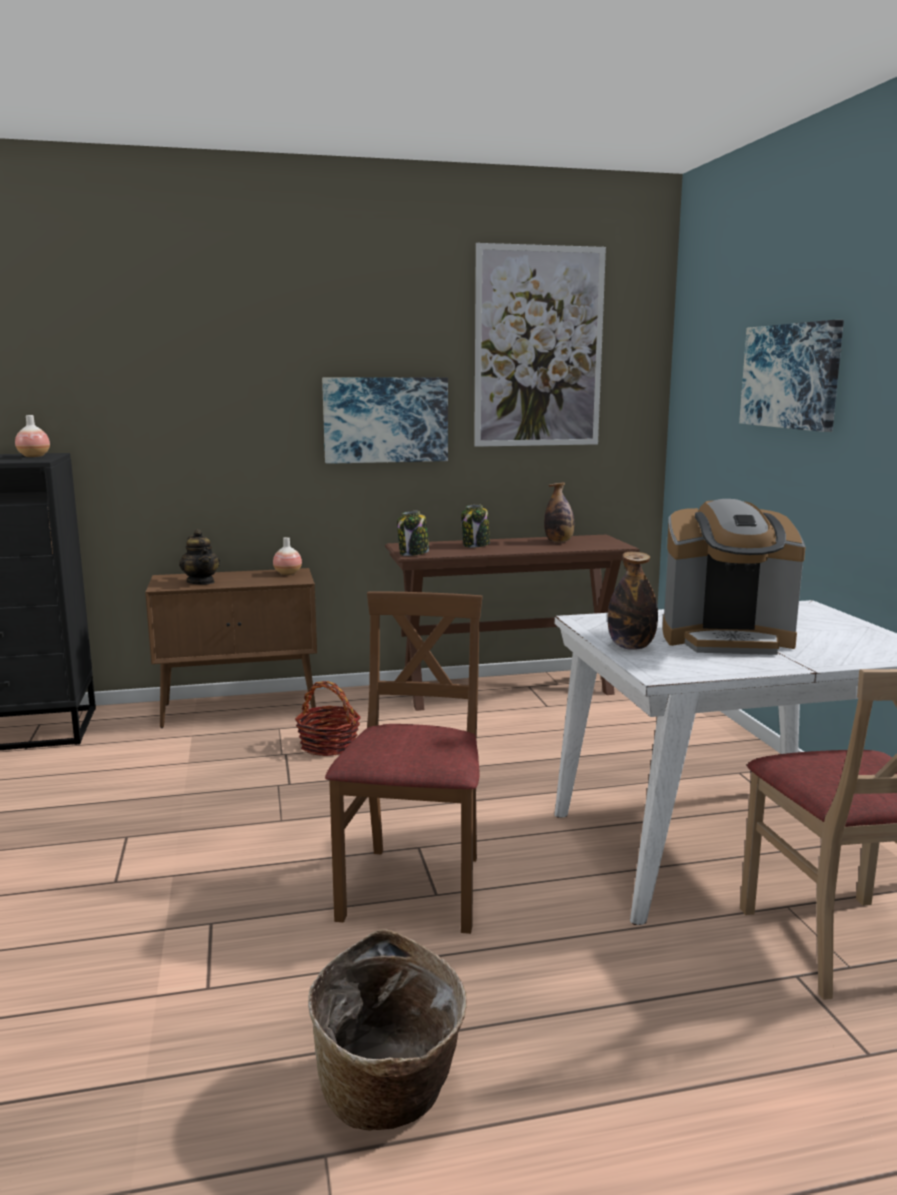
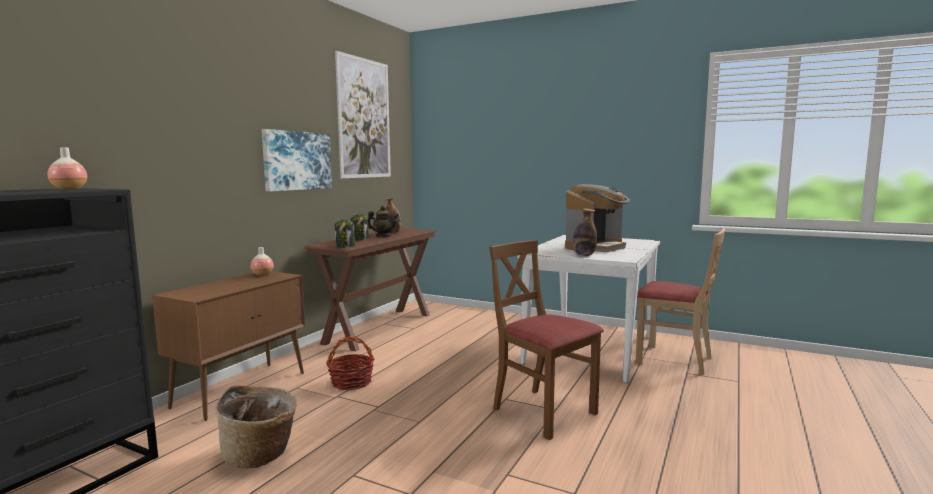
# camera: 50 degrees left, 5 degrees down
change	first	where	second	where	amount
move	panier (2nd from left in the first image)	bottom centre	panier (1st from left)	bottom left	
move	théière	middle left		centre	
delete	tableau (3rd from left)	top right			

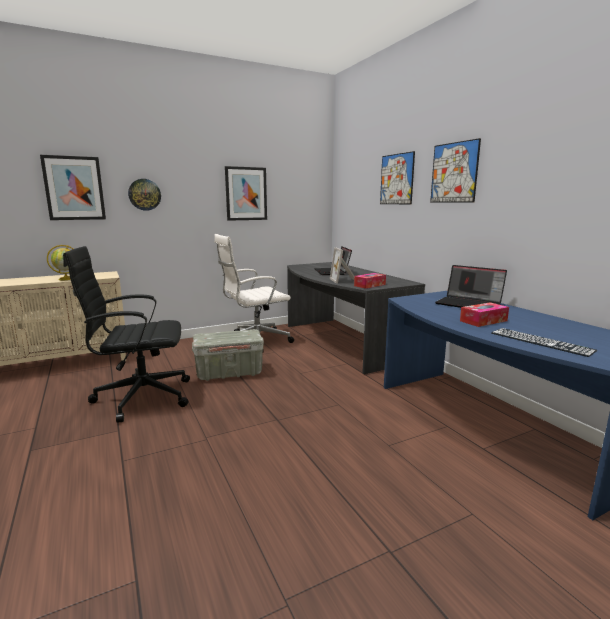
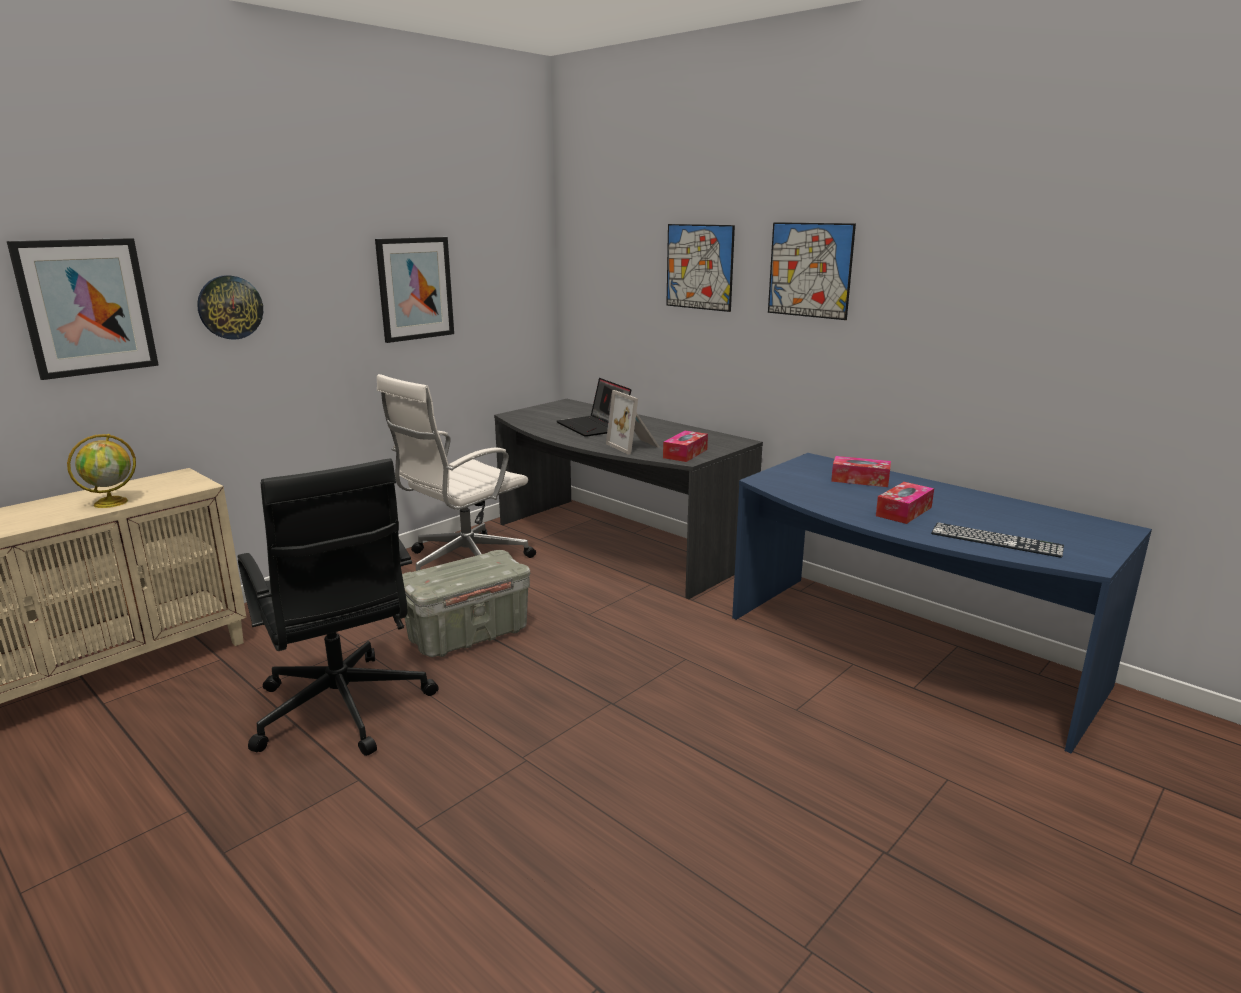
# camera: 20 degrees left, 5 degrees up
change	first	where	second	where	amount
rotate	chaise de bureau/noir	middle left		middle left	90 degrees counterclockwise
replace	ordinateur portable (2nd from left)	middle right	boîte à mouchoirs (2nd from left)	middle right	

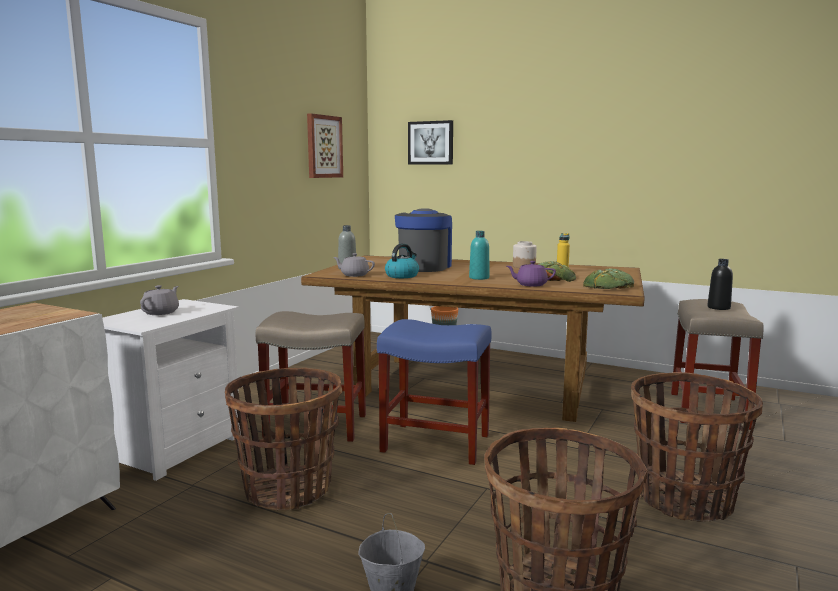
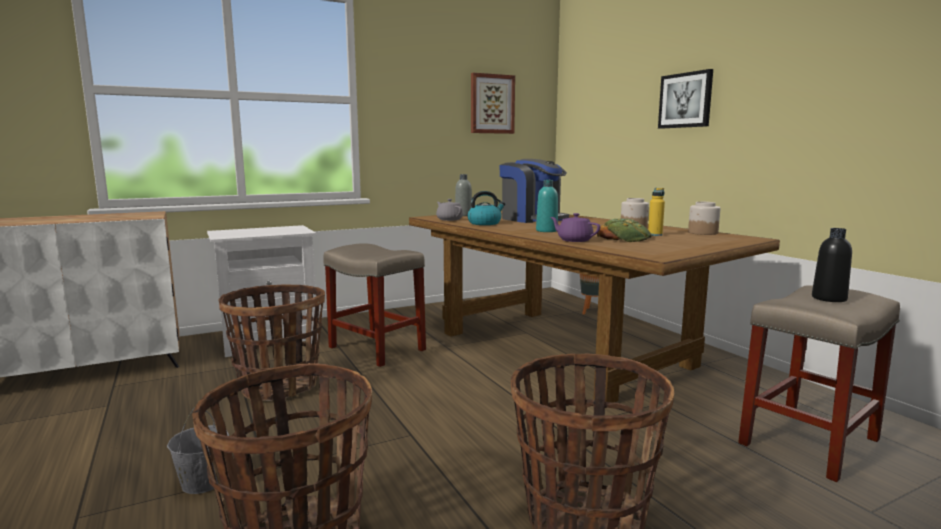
# camera: 35 degrees right, 0 degrees up
change	first	where	second	where	amount
rotate	machine à café	centre		centre	90 degrees clockwise
move	tableau (2nd from left)	top centre		top right	
insert			bocal (2nd from left)	middle right	
delete	théière/gris (1st from left)	middle left			
delete	tabouret/bleu	centre			
delete	pain (2nd from left)	middle right			

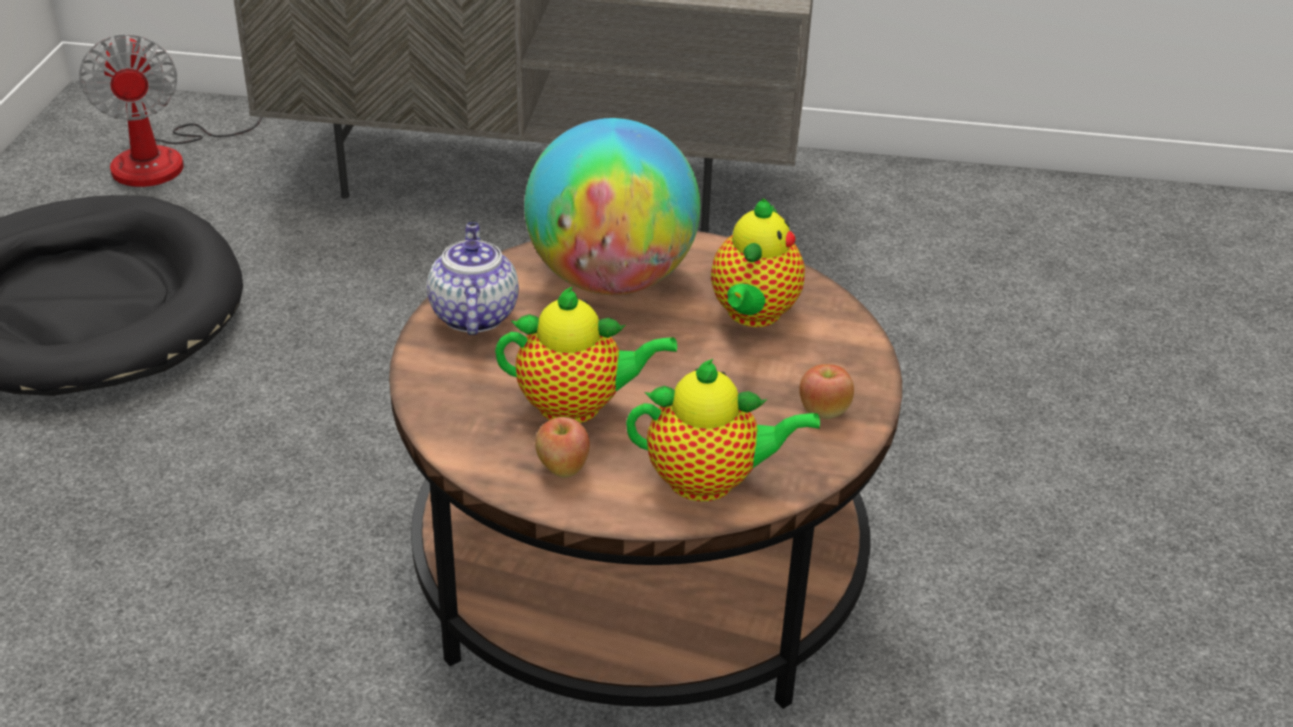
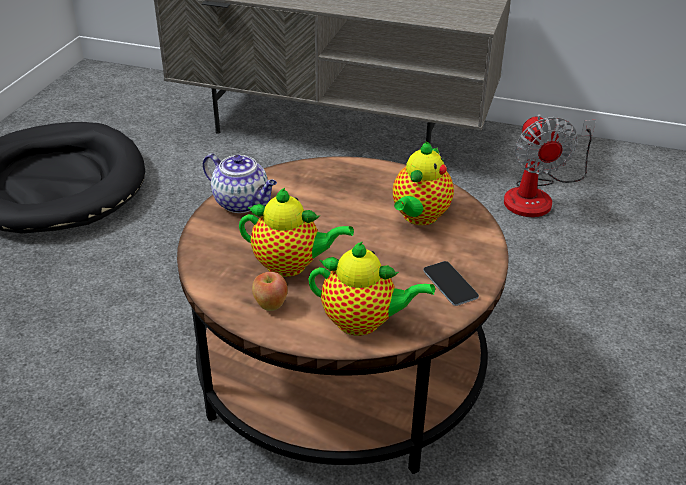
# camera: 10 degrees right, 0 degrees up
change	first	where	second	where	amount
rotate	théière (1st from left)	centre		centre	120 degrees clockwise
replace	pomme (2nd from left)	centre	téléphone	centre	
move	ventilateur	top left		middle right	
delete	globe	top centre			

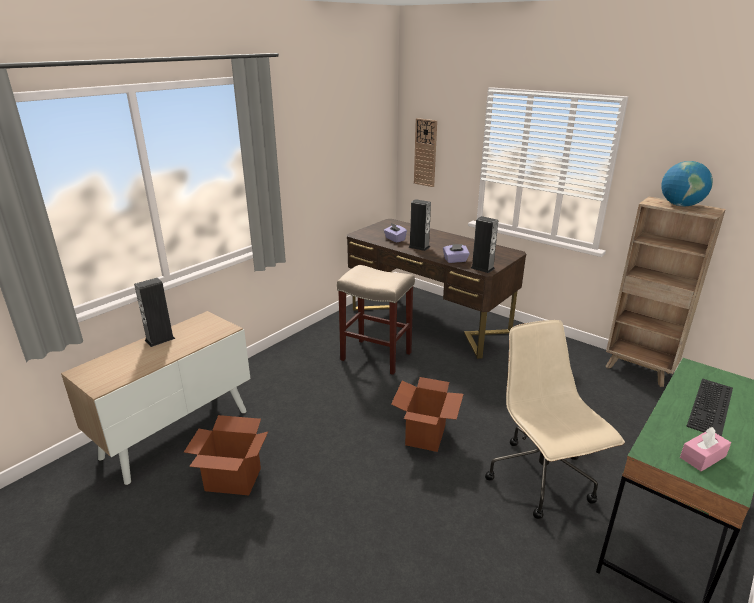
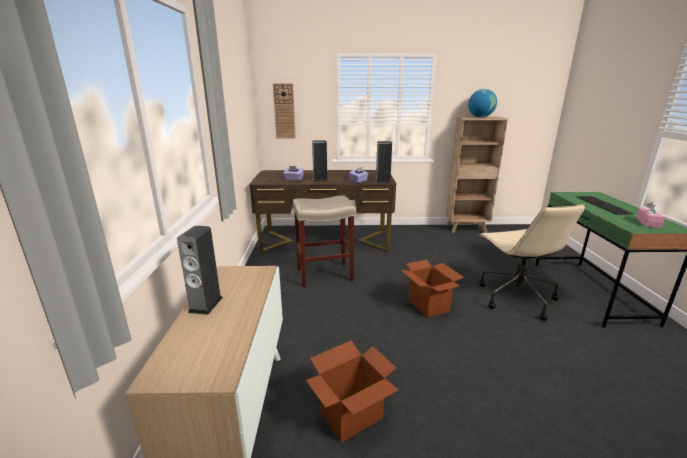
# camera: 40 degrees left, 5 degrees down
change	first	where	second	where	amount
rotate	chaise de bureau/beige	bottom right		middle right	135 degrees counterclockwise

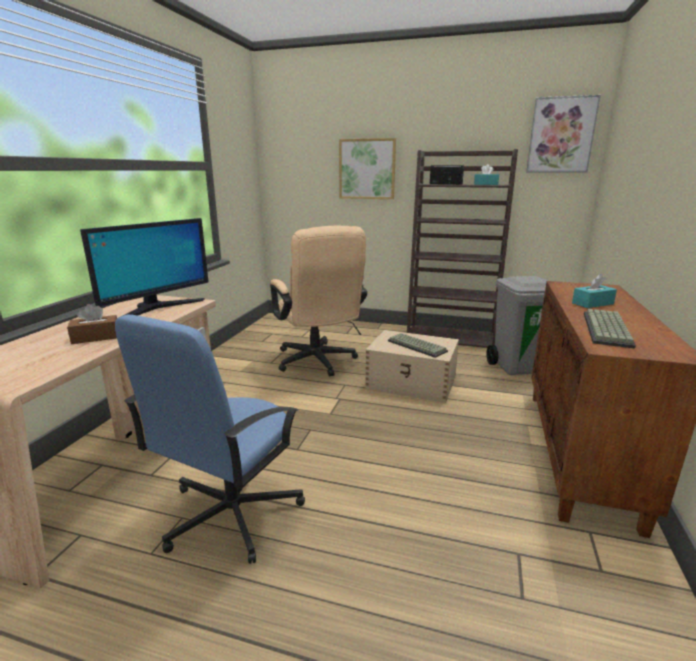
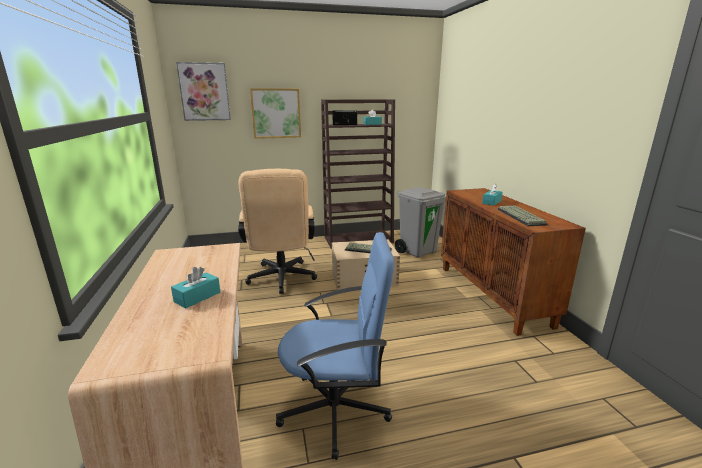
# camera: 30 degrees left, 0 degrees up
change	first	where	second	where	amount
recolor	boîte à mouchoirs/marron	middle left	boîte à mouchoirs/turquoise (1st from left)	middle left	
move	tableau (2nd from left in the first image)	top right	tableau (1st from left)	top left	
rotate	chaise de bureau/beige	centre		centre	45 degrees clockwise
rotate	chaise de bureau/bleu	middle left		bottom centre	90 degrees counterclockwise
delete	écran d'ordinateur	middle left			

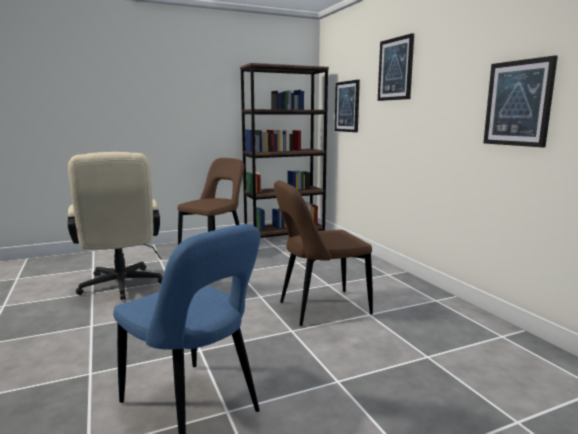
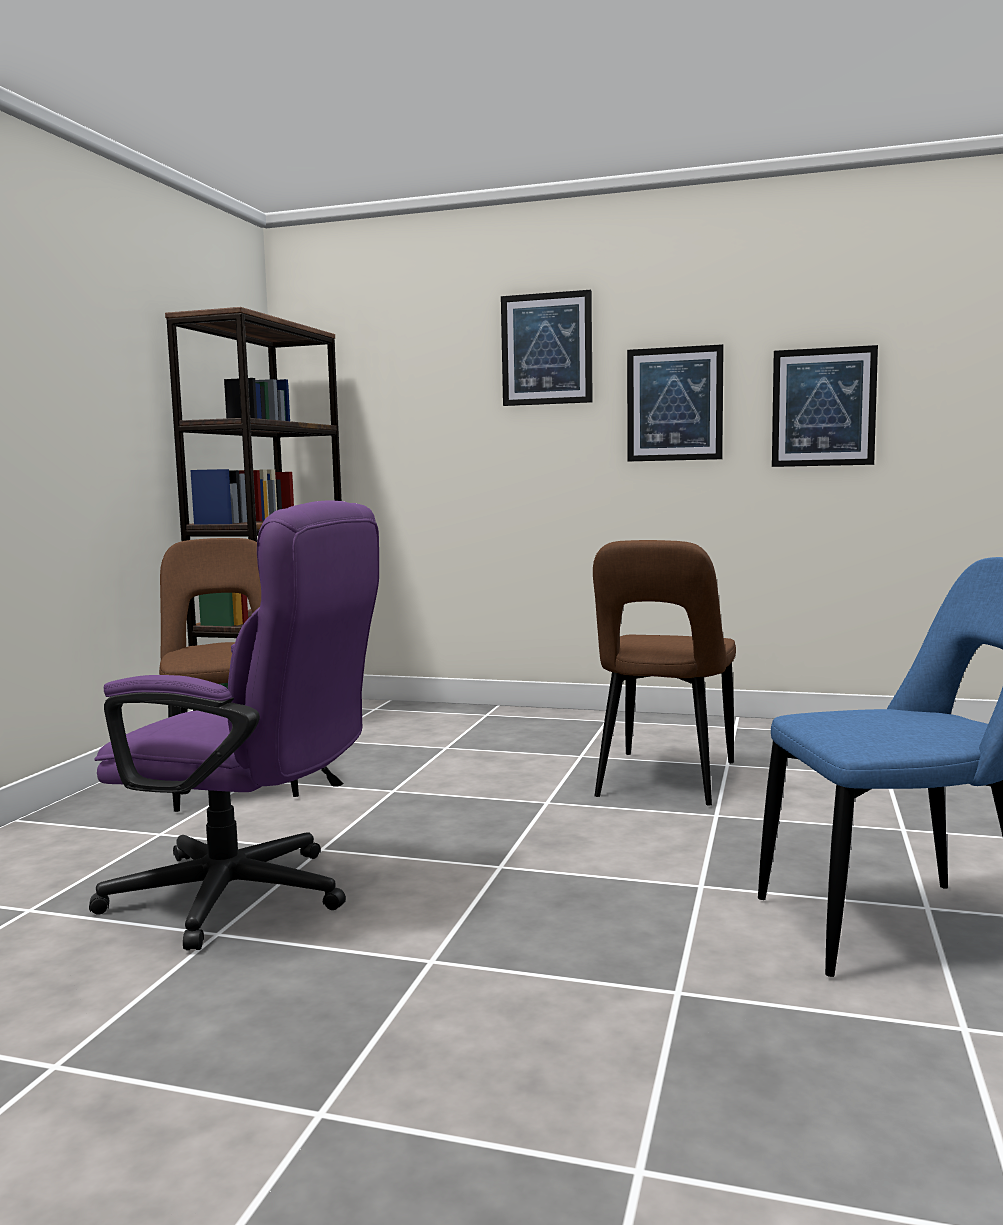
# camera: 50 degrees left, 5 degrees down
change	first	where	second	where	amount
recolor	chaise de bureau/beige	middle left	chaise de bureau/violet	middle left	
move	tableau (1st from left in the first image)	top centre	tableau (2nd from left)	top right	

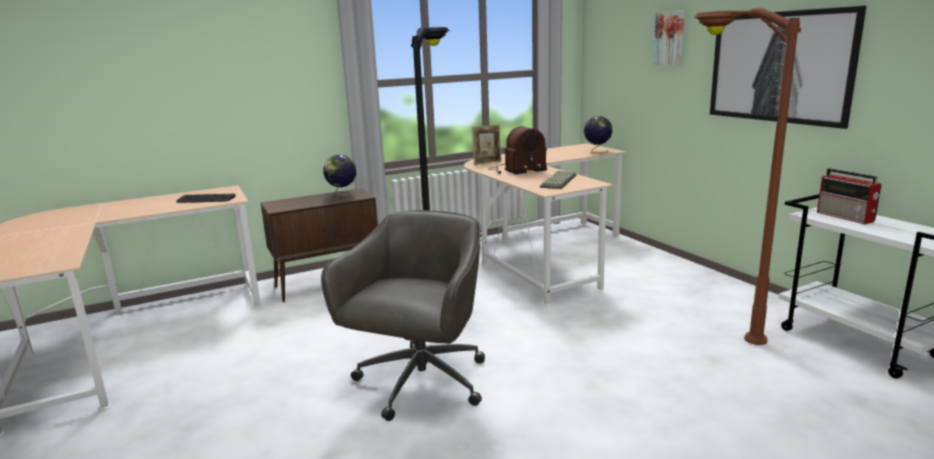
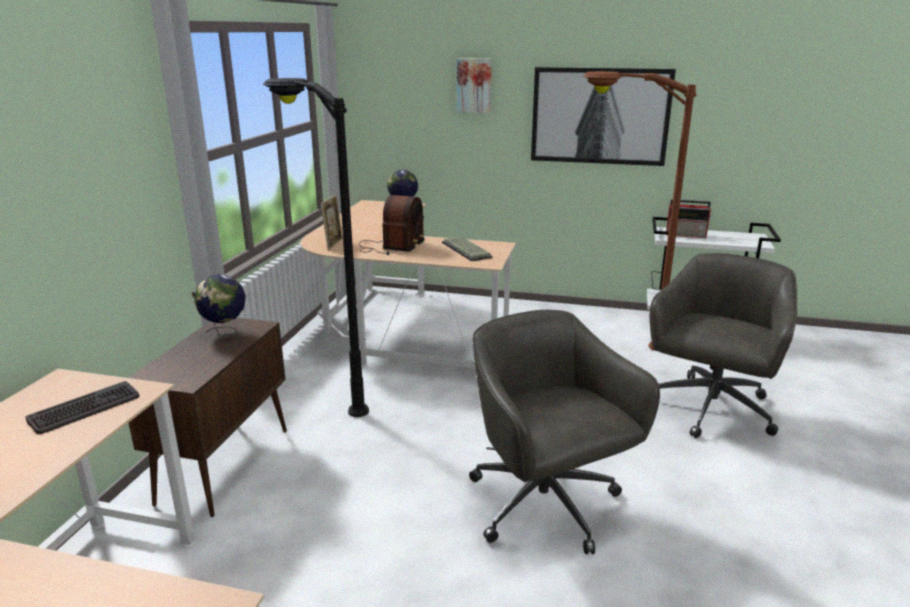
# camera: 50 degrees left, 5 degrees up
change	first	where	second	where	amount
insert			chaise de bureau/gris (2nd from left)	middle right	

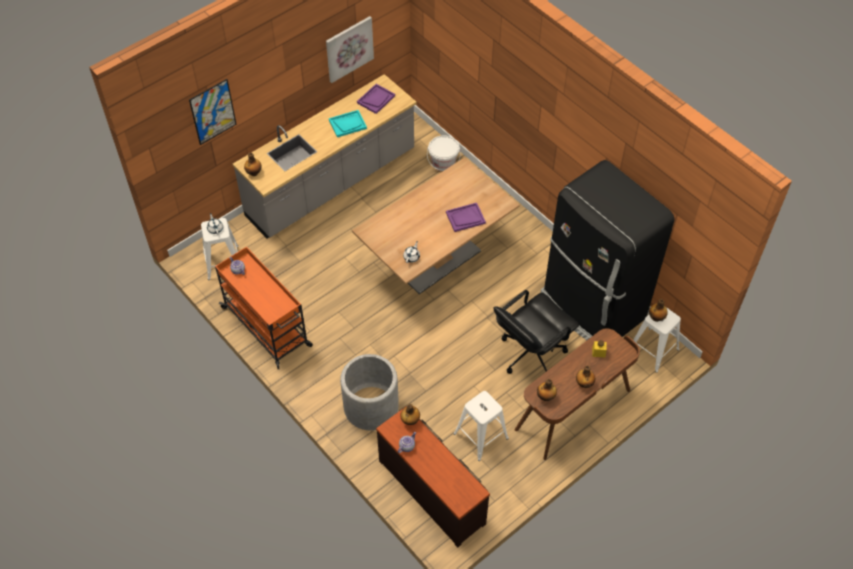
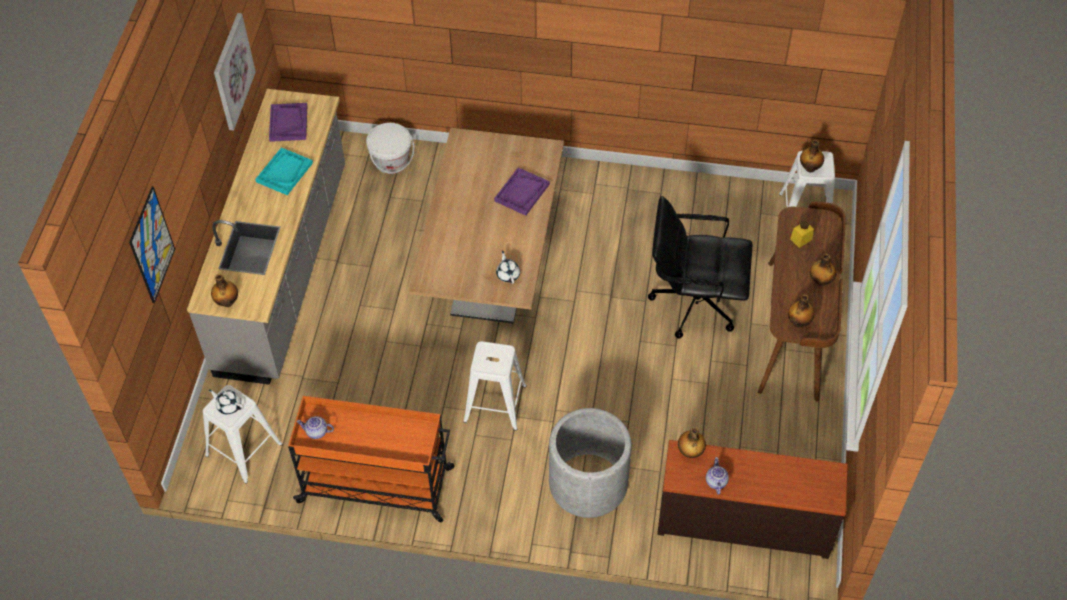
# camera: 40 degrees left, 0 degrees up
change	first	where	second	where	amount
move	tabouret/blanc (2nd from left)	bottom centre		centre	
rotate	chaise de bureau/noir	centre		centre	90 degrees clockwise
delete	réfrigérateur/noir	middle right			

